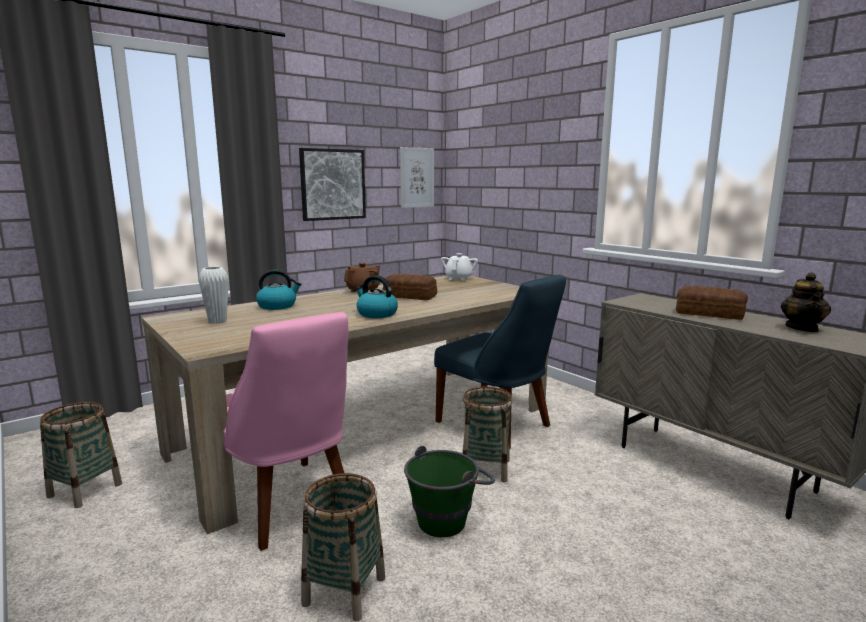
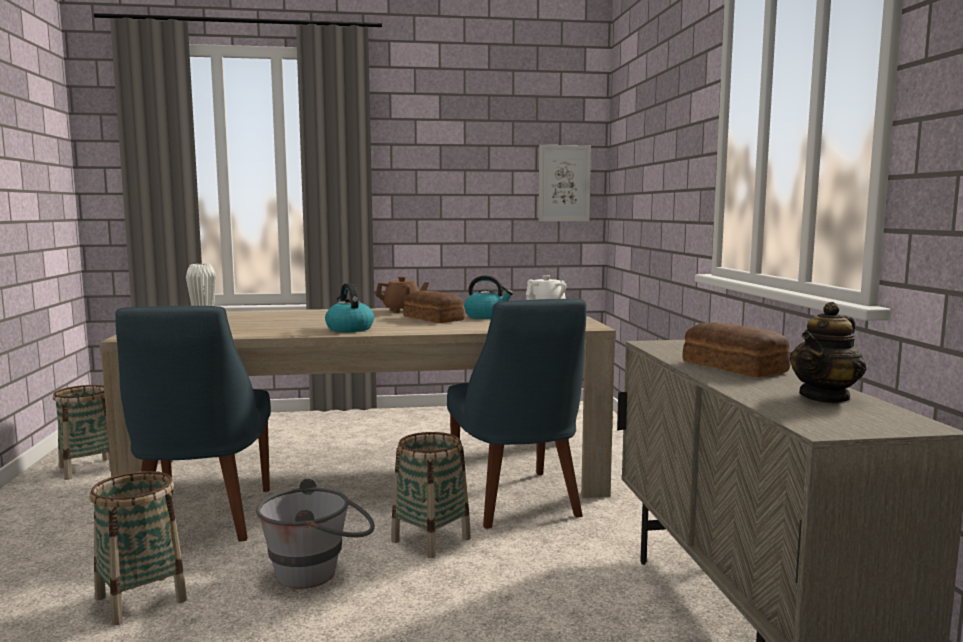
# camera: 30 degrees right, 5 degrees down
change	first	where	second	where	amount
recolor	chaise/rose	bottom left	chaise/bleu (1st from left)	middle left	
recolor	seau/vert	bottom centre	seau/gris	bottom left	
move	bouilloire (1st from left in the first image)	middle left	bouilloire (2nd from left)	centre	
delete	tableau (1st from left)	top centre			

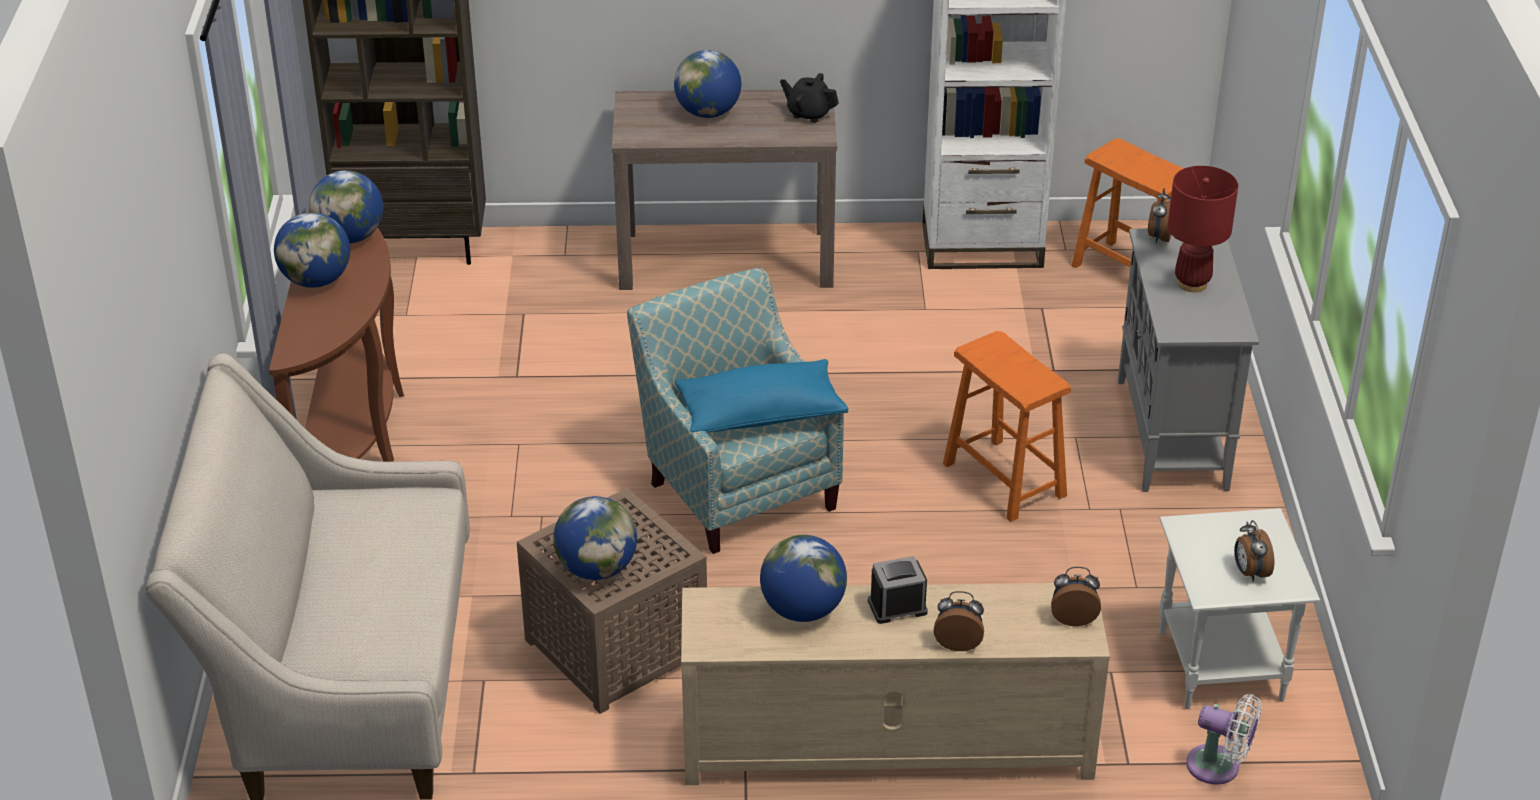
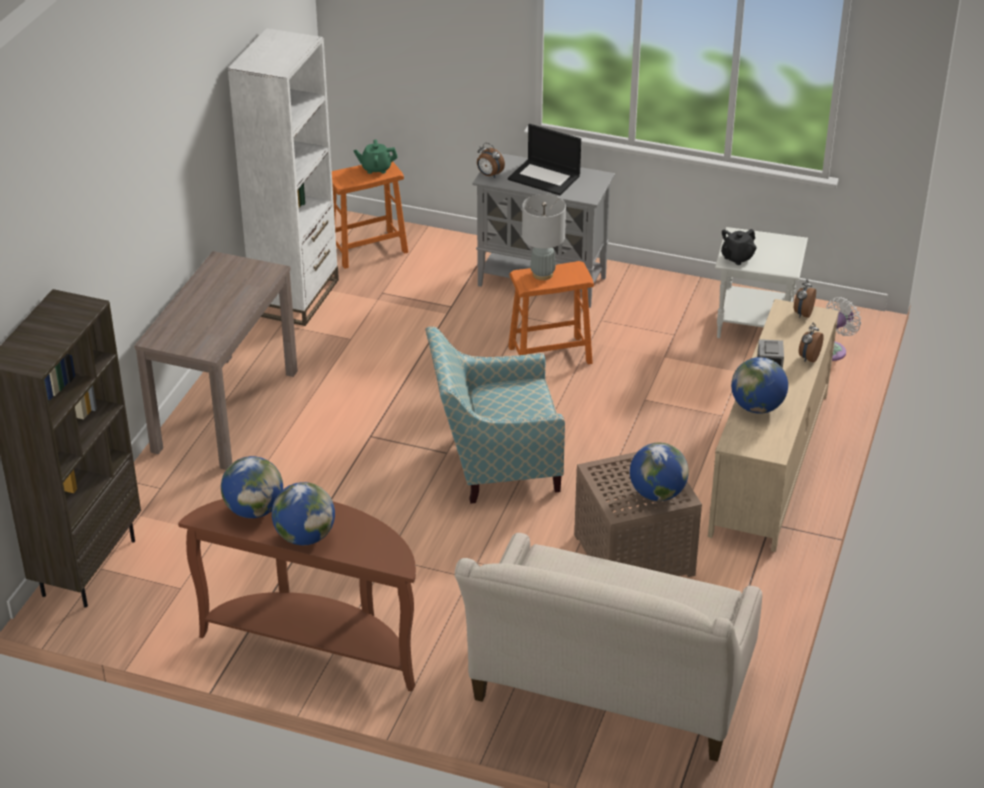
# camera: 70 degrees left, 0 degrees up
change	first	where	second	where	amount
insert			théière/vert	top centre	
replace	lampe de table/rouge	top right	ordinateur portable	top centre	
insert			lampe de table/gris	top centre	
move	théière/noir	top centre		top right	
delete	globe (4th from left)	top centre			
delete	coussin/bleu	centre			
delete	réveil (5th from left)	bottom right			

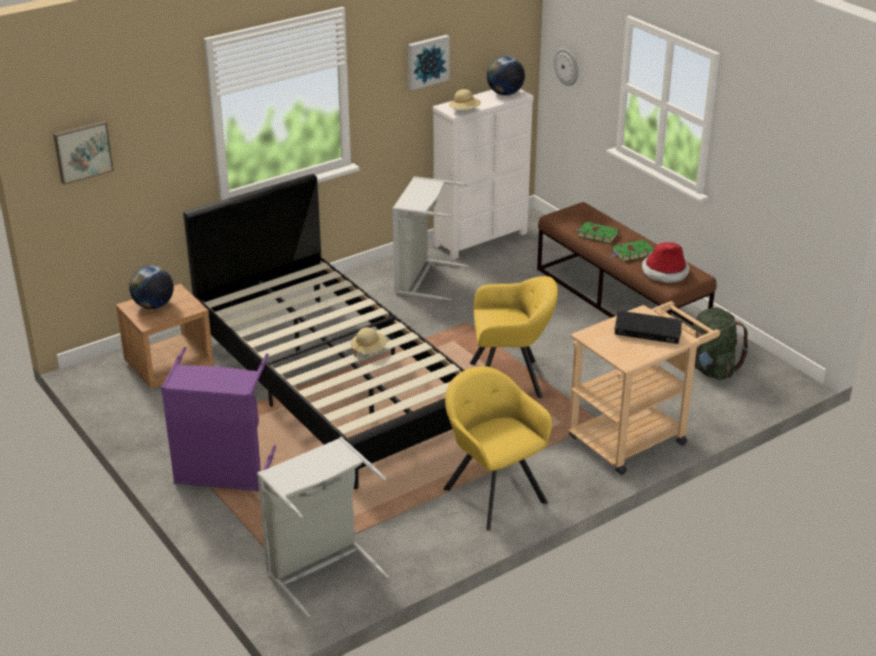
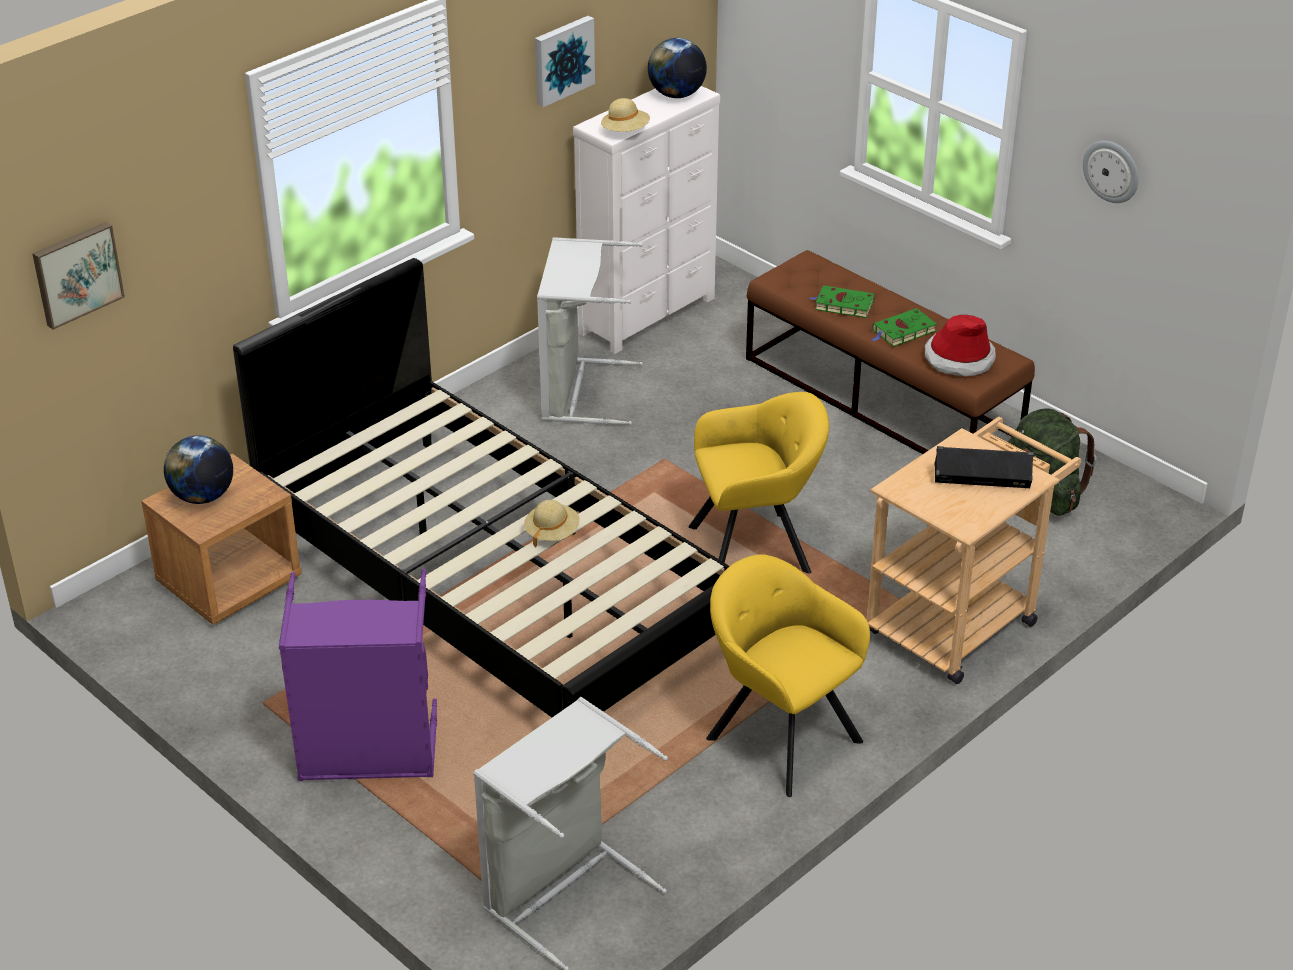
# camera: 10 degrees left, 5 degrees up
change	first	where	second	where	amount
move	horloge murale	top centre		top right	

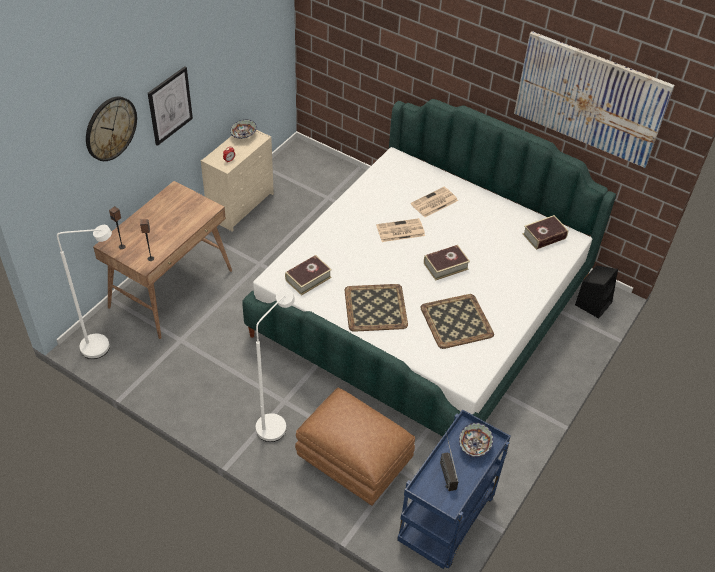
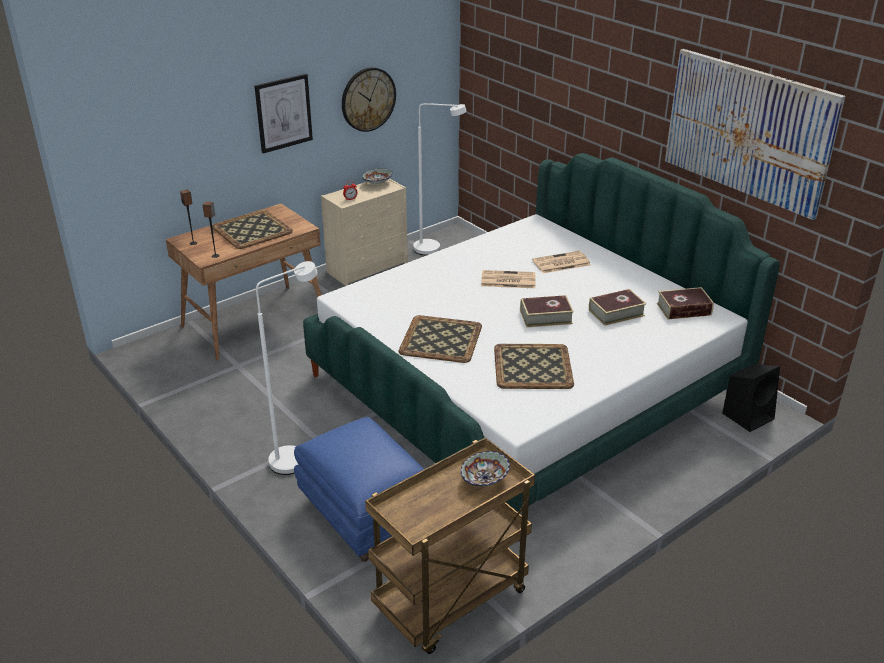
# camera: 20 degrees right, 15 degrees down
change	first	where	second	where	amount
insert			plateau (1st from left)	middle left	
recolor	pouf/marron	bottom centre	pouf/bleu	bottom centre	
move	horloge murale	top left		top centre	
recolor	chariot/bleu	bottom centre	chariot/marron	bottom centre	
move	lampadaire/blanc (1st from left in the first image)	middle left	lampadaire/blanc (2nd from left)	top centre	
move	livre (1st from left in the first image)	centre	livre (2nd from left)	middle right	
delete	radio	bottom centre			

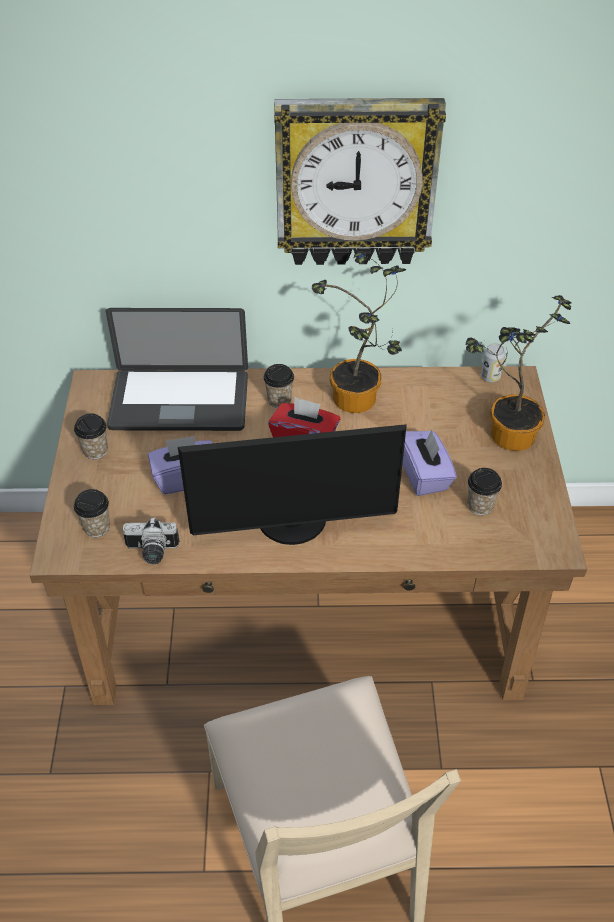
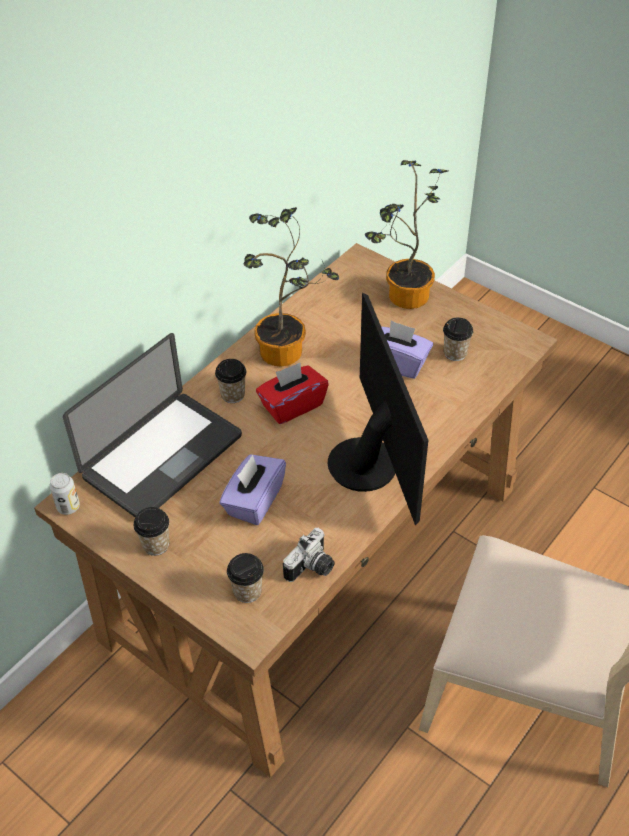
# camera: 50 degrees left, 0 degrees up
change	first	where	second	where	amount
move	boîte métallique	middle right		middle left	
rotate	écran d'ordinateur	centre		centre	45 degrees counterclockwise
delete	horloge murale	top centre			

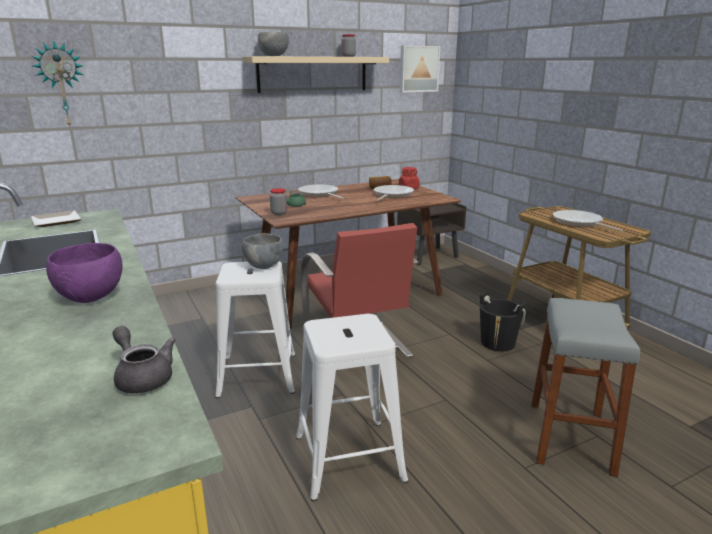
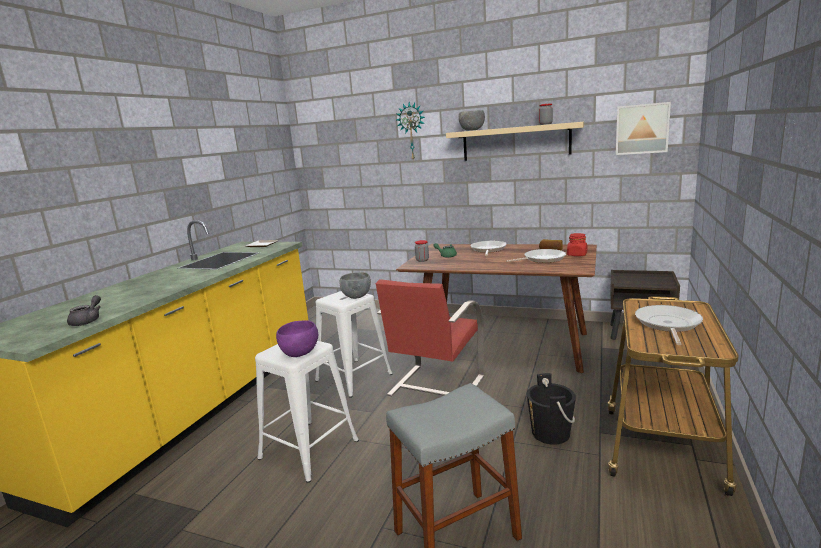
# camera: 50 degrees right, 5 degrees down
change	first	where	second	where	amount
move	bol/violet	middle left		centre	
move	horloge murale	top left		top centre	

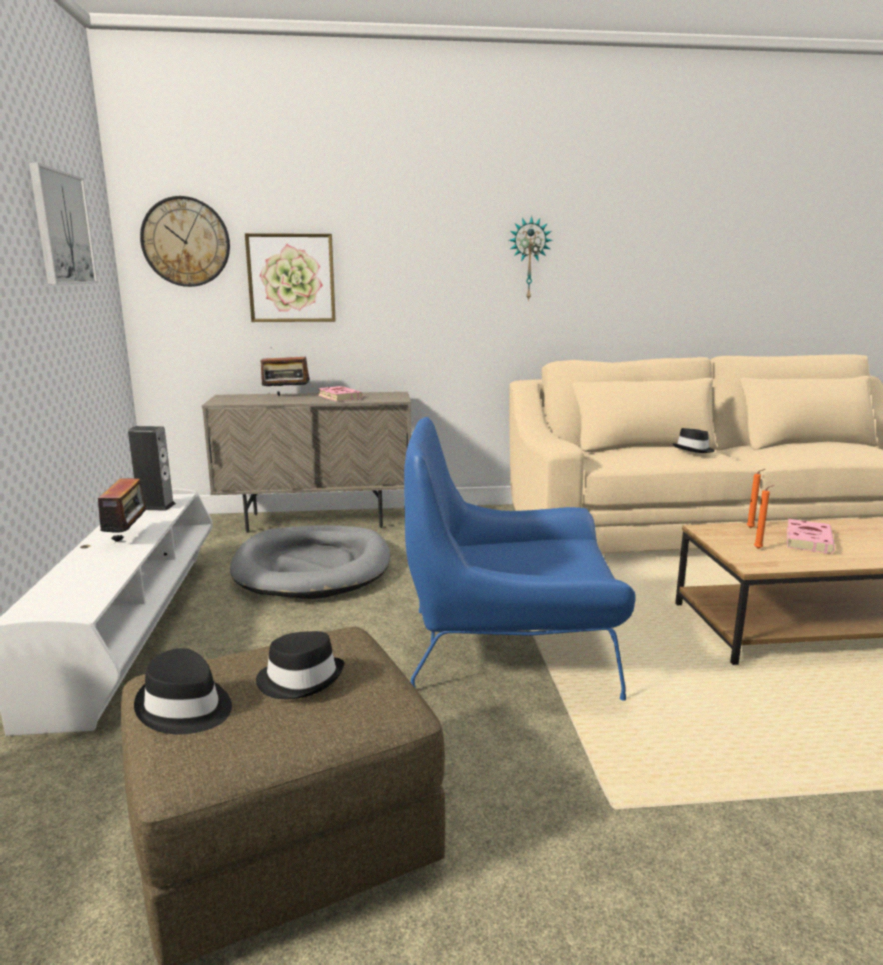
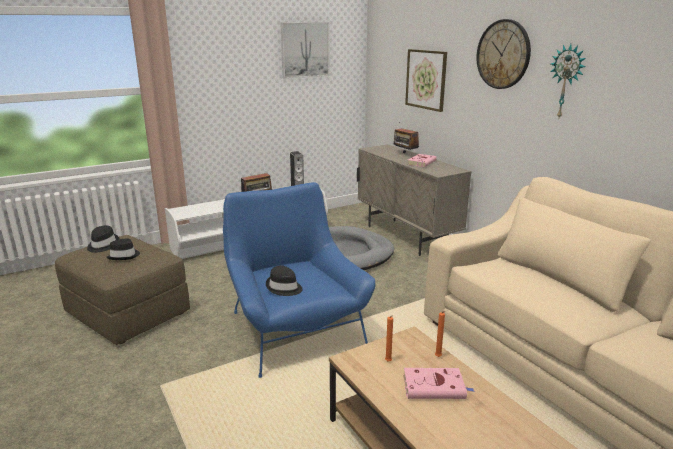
# camera: 65 degrees right, 5 degrees up
change	first	where	second	where	amount
move	chapeau/noir (3rd from left)	middle right		centre	
move	horloge murale (1st from left)	top left		top right	

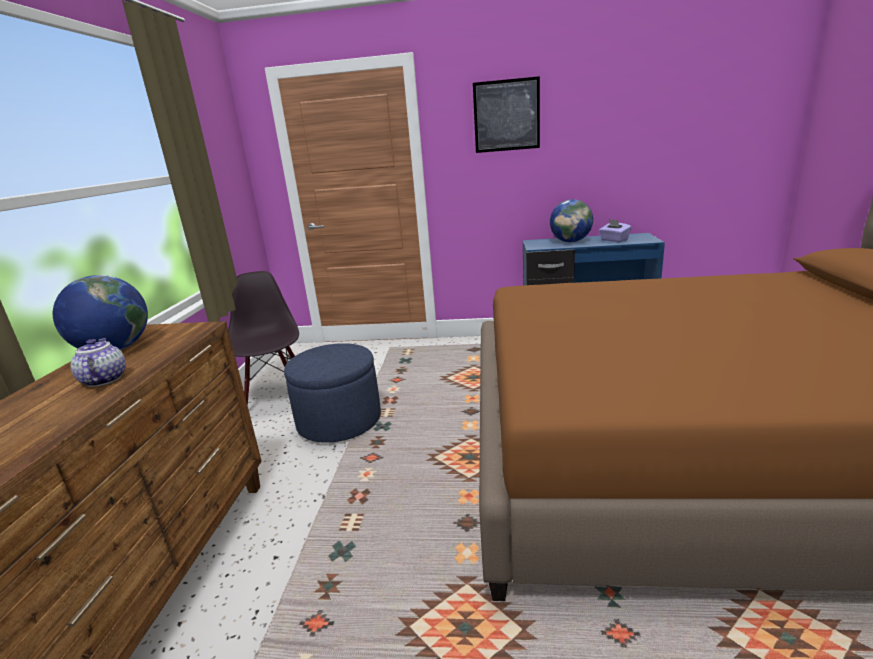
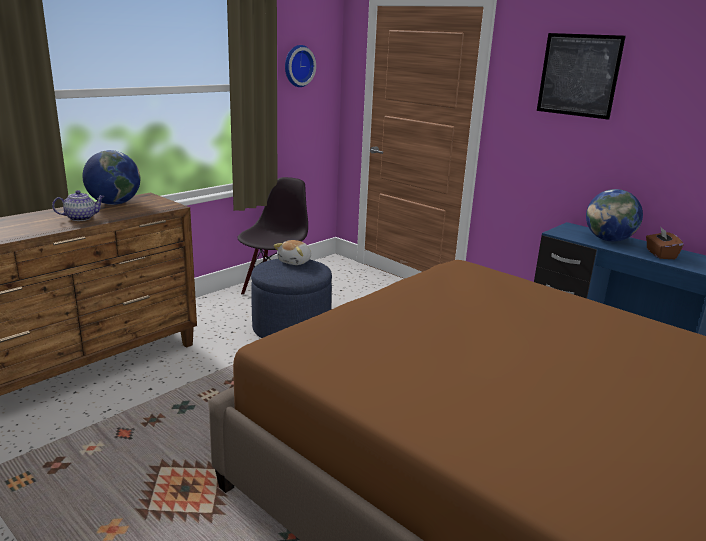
# camera: 35 degrees right, 0 degrees up
change	first	where	second	where	amount
rotate	théière	middle left		middle left	45 degrees clockwise
insert			peluche	centre	
insert			horloge murale	top centre	
recolor	boîte à mouchoirs/violet	middle right	boîte à mouchoirs/marron	middle right	

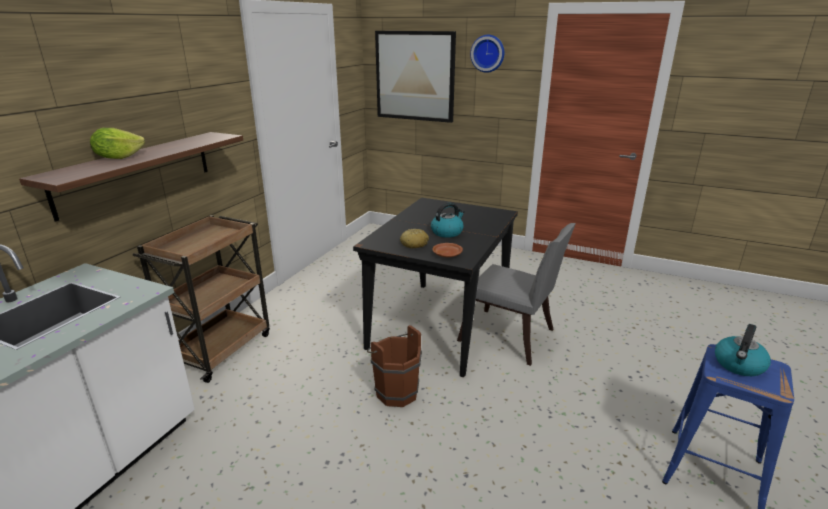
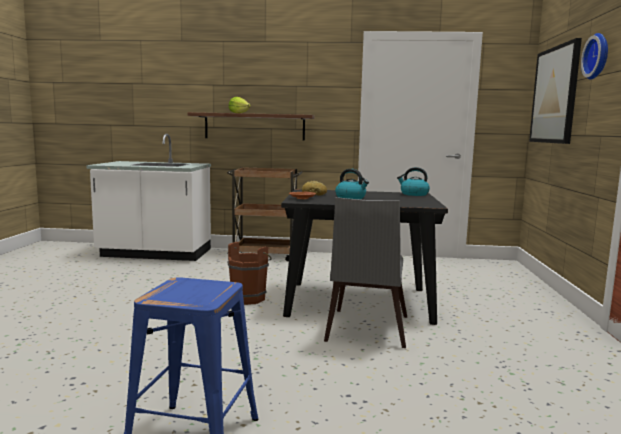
# camera: 70 degrees right, 15 degrees down
change	first	where	second	where	amount
move	bouilloire (2nd from left)	bottom right		centre	

